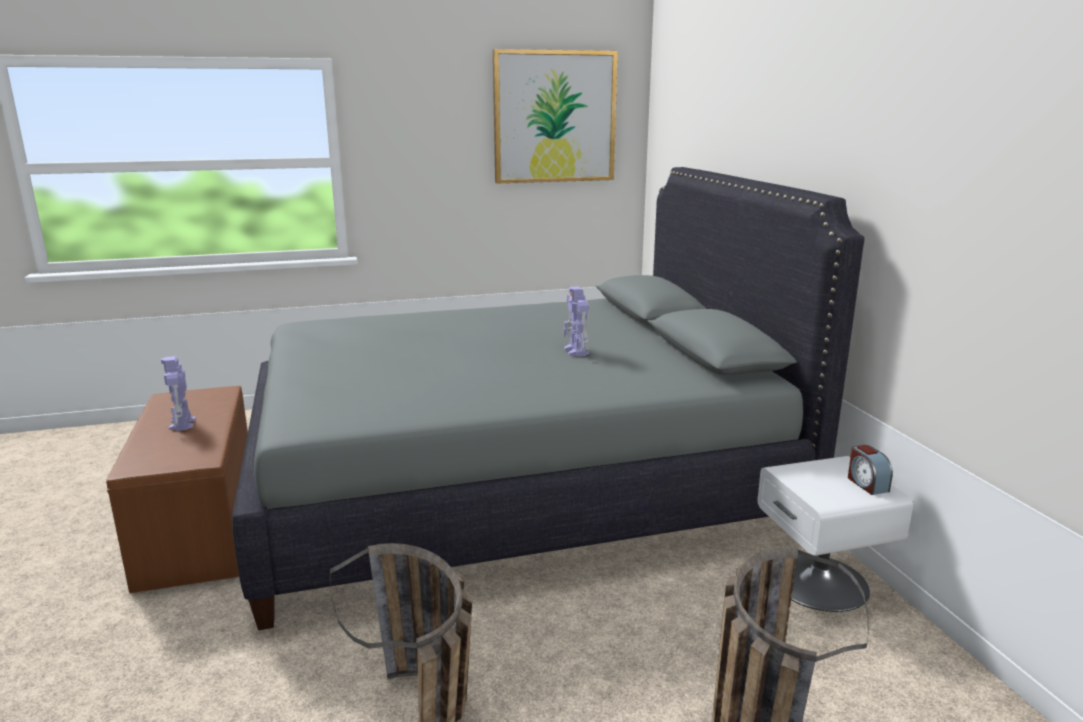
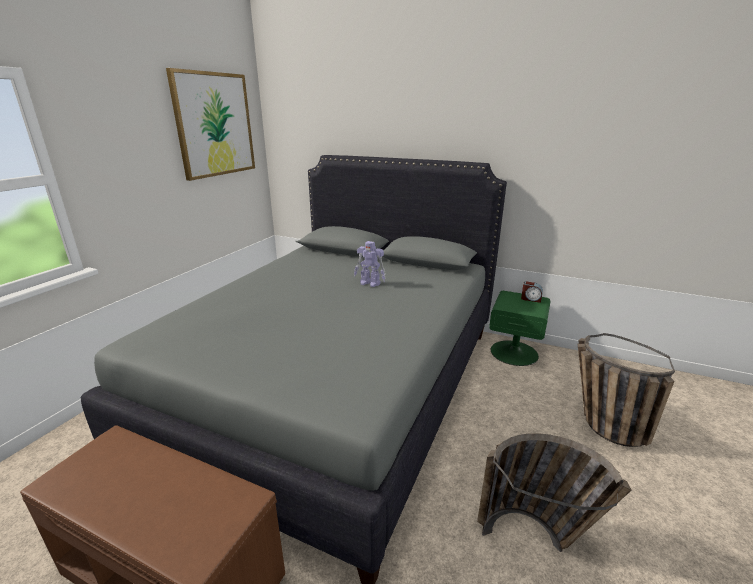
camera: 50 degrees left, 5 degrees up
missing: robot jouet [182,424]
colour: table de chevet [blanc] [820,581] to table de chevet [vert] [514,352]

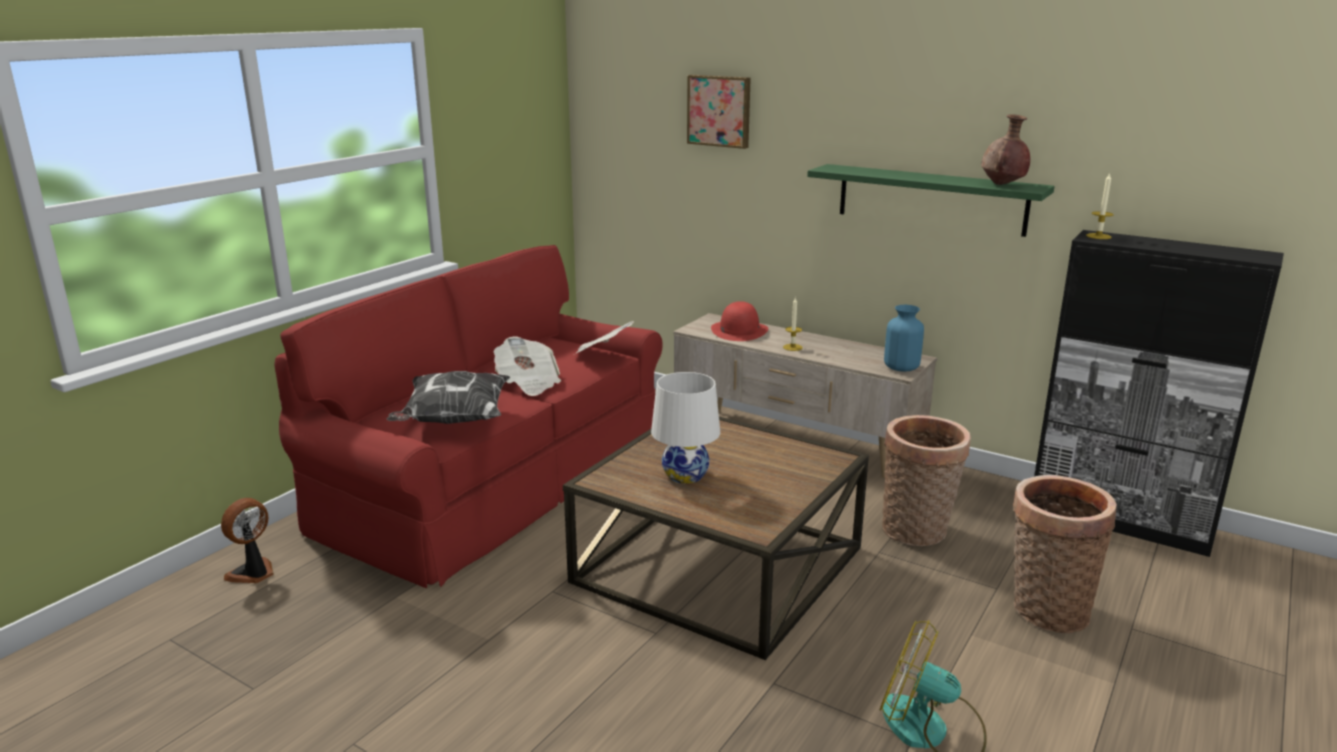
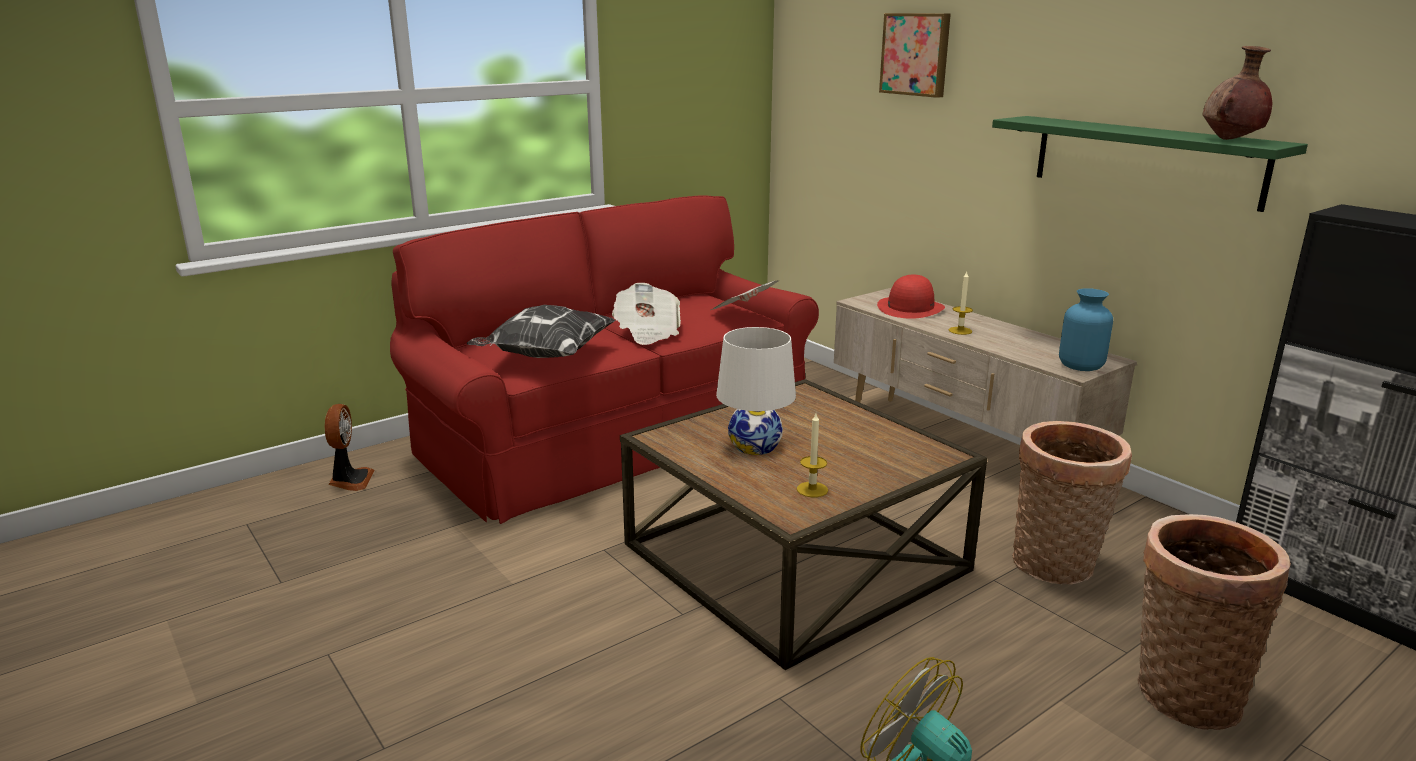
camera: 20 degrees right, 0 degrees up
relocated: bougie [1098,236] to [812,489]
spun: ventilateur [253,573] = [350,480] 120 degrees clockwise

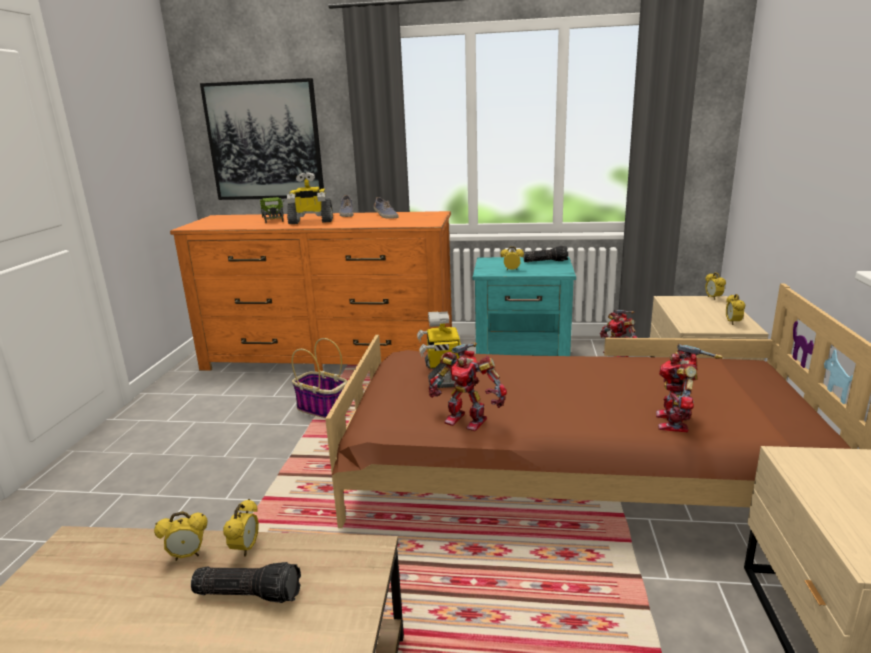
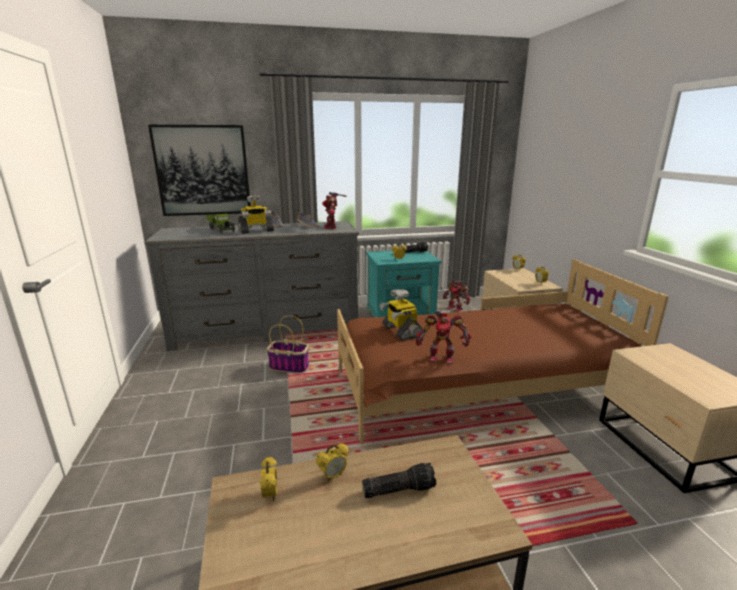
camera: 20 degrees left, 0 degrees up
relocated: robot jouet [675,422] to [331,227]; réveil [246,549] to [270,495]
colour: commode [orange] [330,356] to commode [gris] [267,329]

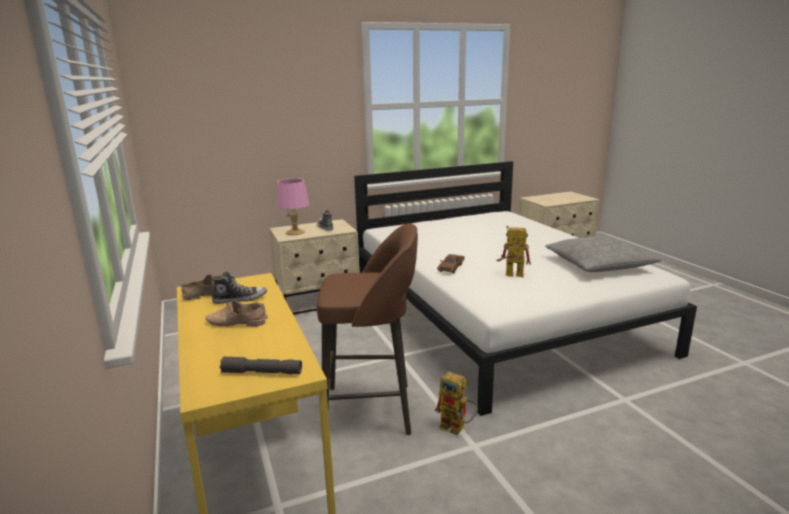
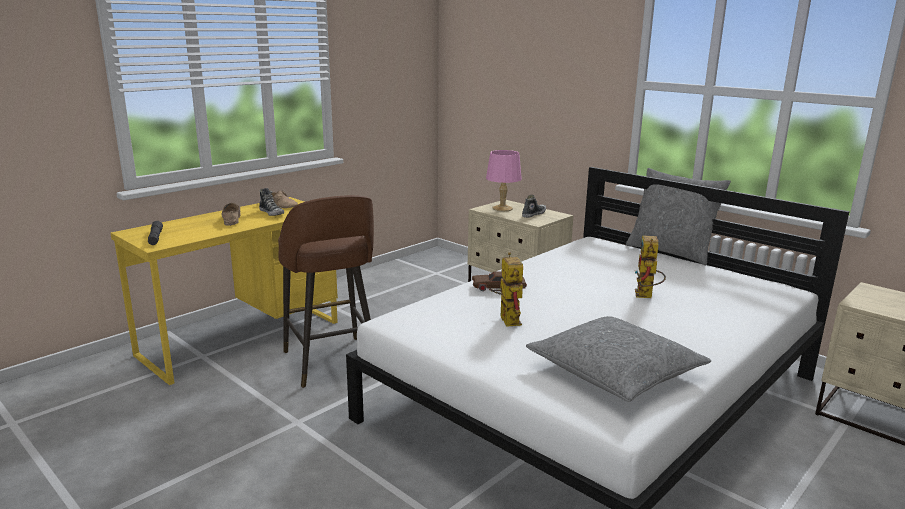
camera: 65 degrees right, 0 degrees up
appeared: coussin [gris] [670,252]
relocated: robot jouet [457,428] to [646,296]

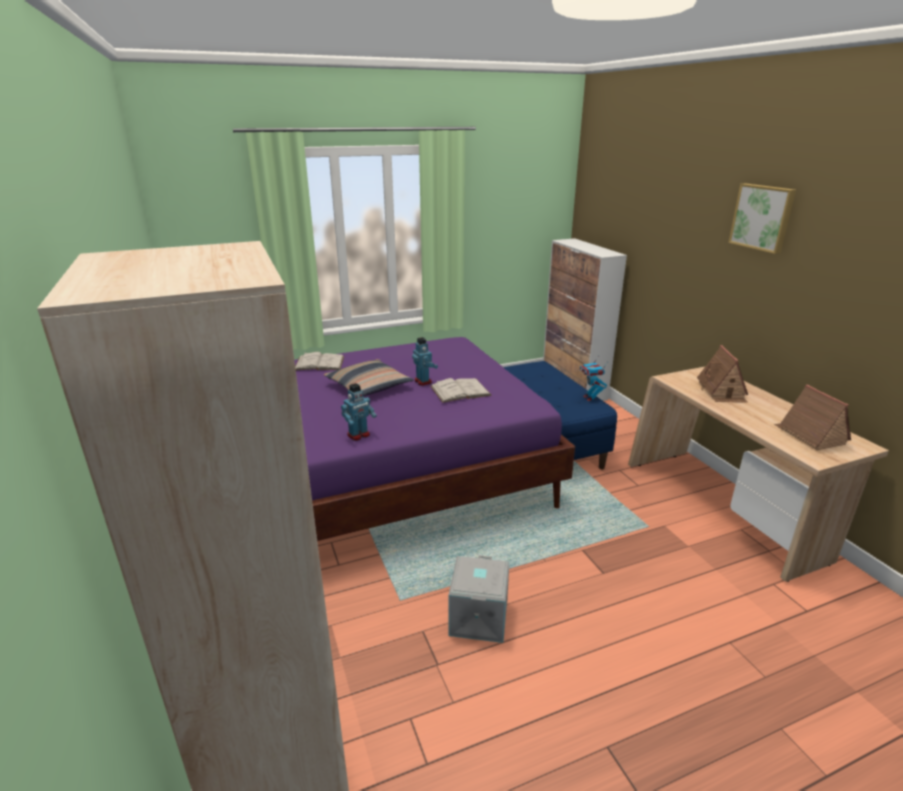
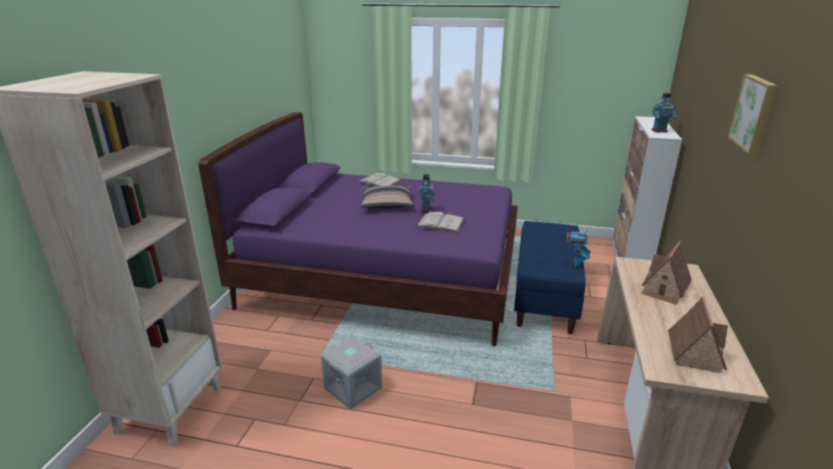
camera: 35 degrees right, 0 degrees up
relocated: robot jouet [359,435] to [659,131]

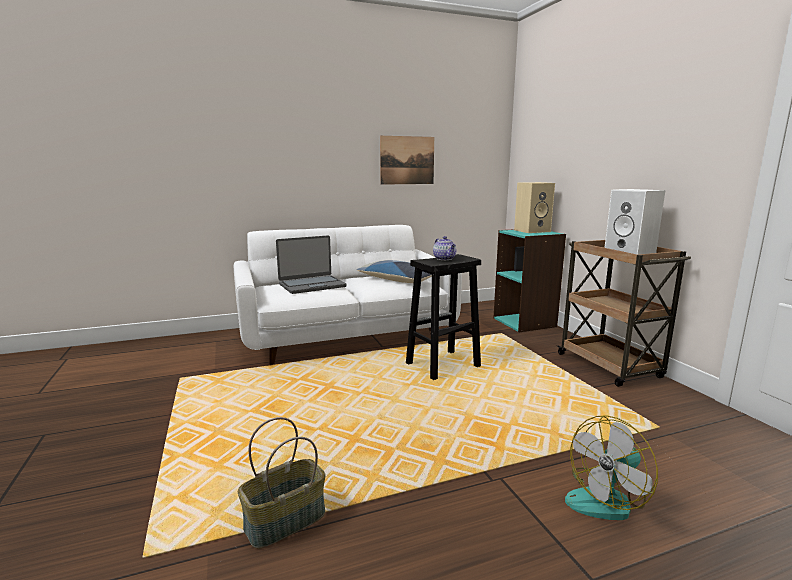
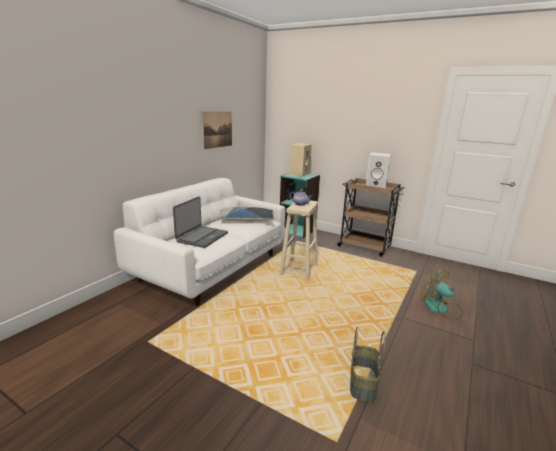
camera: 40 degrees left, 5 degrees up
colour: tabouret [noir] [442,365] to tabouret [beige] [298,270]
spun: ventilateur [607,499] = [441,309] 120 degrees clockwise

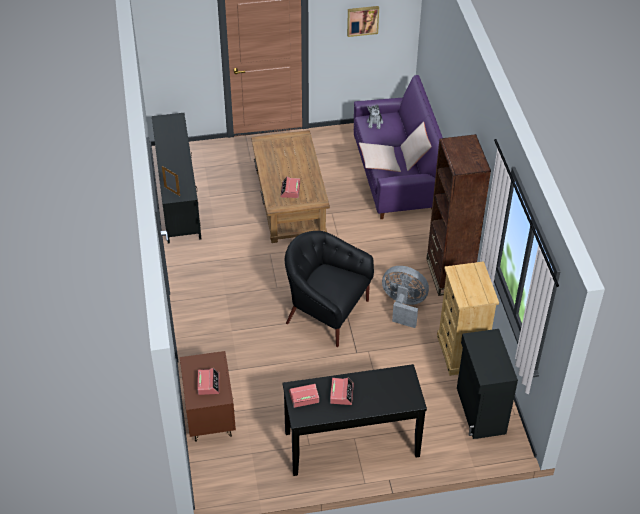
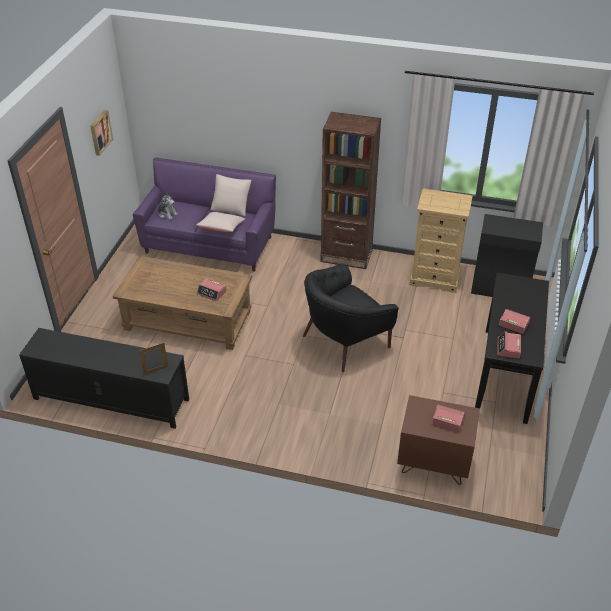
camera: 65 degrees left, 5 degrees down
missing: ventilateur [gris] [403,306]

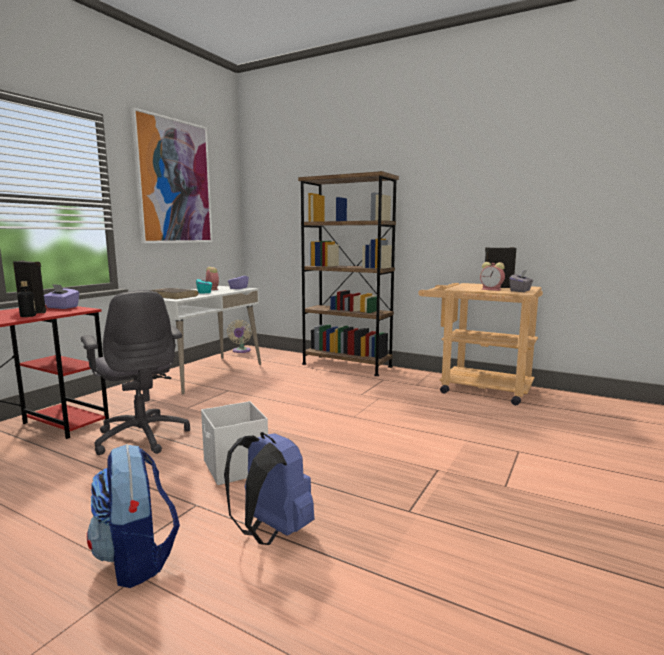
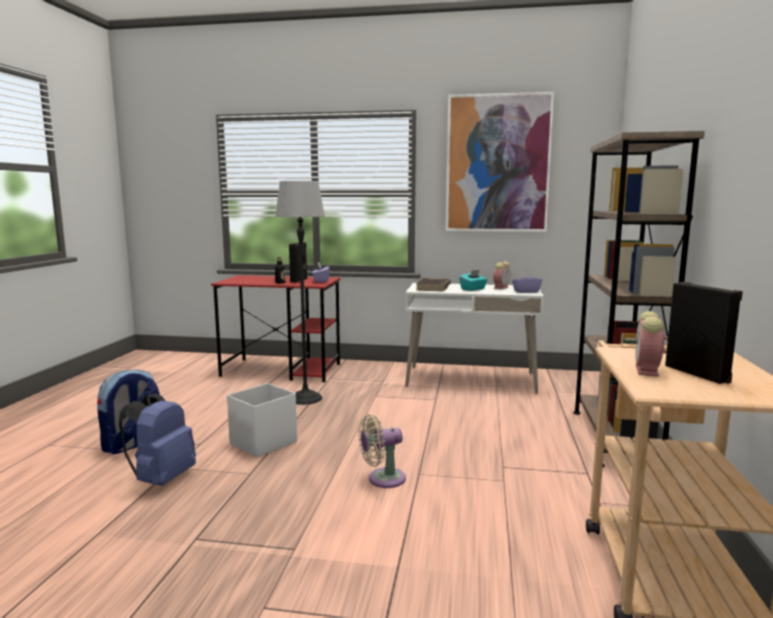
camera: 70 degrees right, 0 degrees up
missing: boîte à mouchoirs [gris] [520,291]
relocated: ventilateur [beige] [241,351] to [382,479]
exchanged: chaise de bureau [gris] [142,436] to lampadaire [305,398]

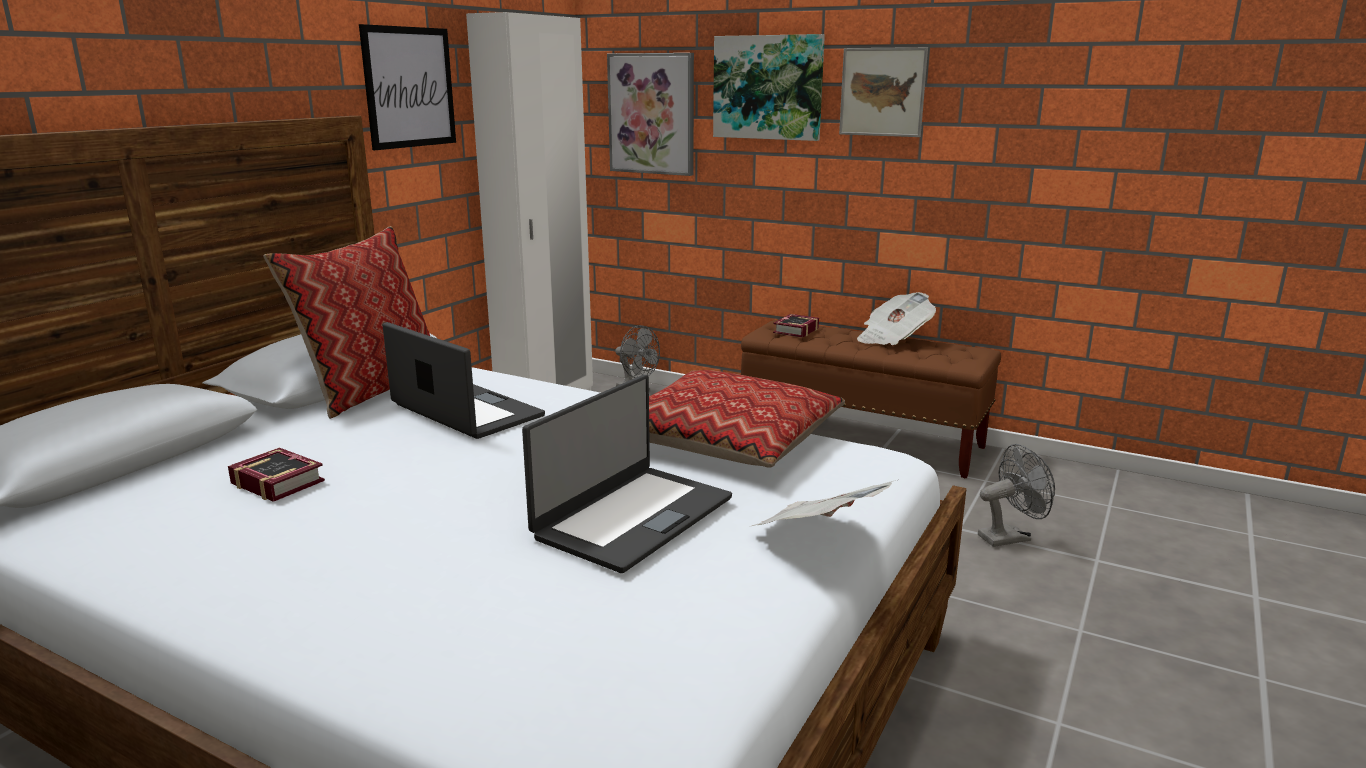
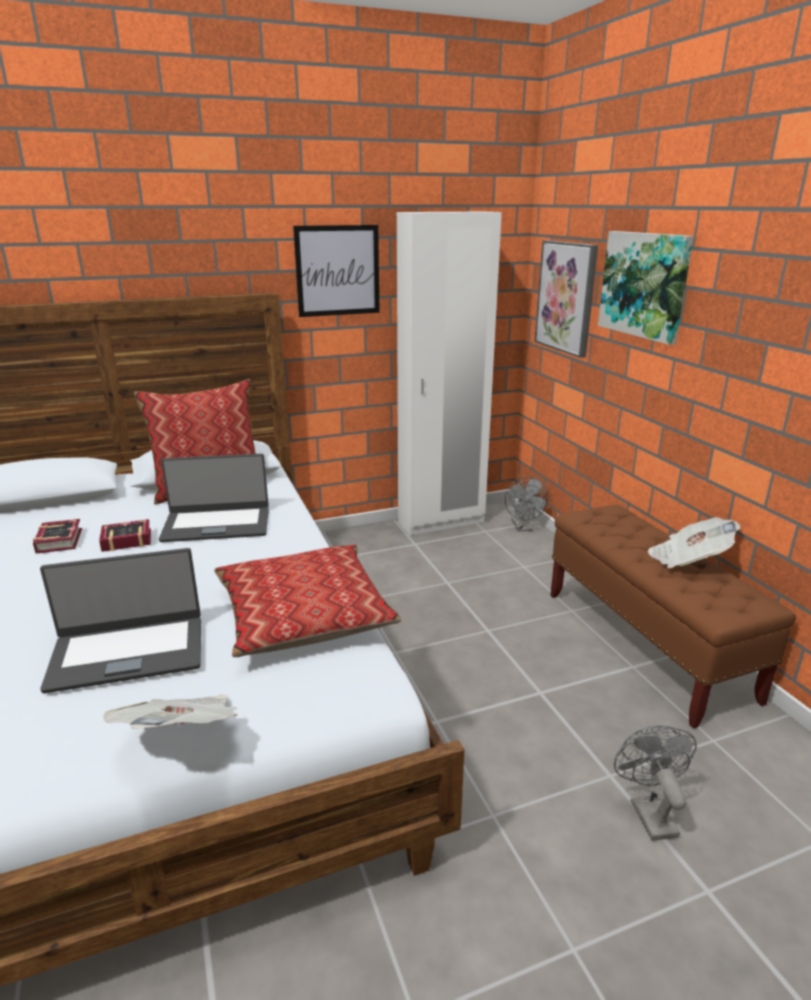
camera: 40 degrees right, 5 degrees up
missing: tableau [882,92]
relocated: livre [794,331] to [124,540]
spun: ordinateur portable [465,411] = [217,524] 90 degrees clockwise; ventilateur [gris] [1010,537] = [648,812] 120 degrees counterclockwise

